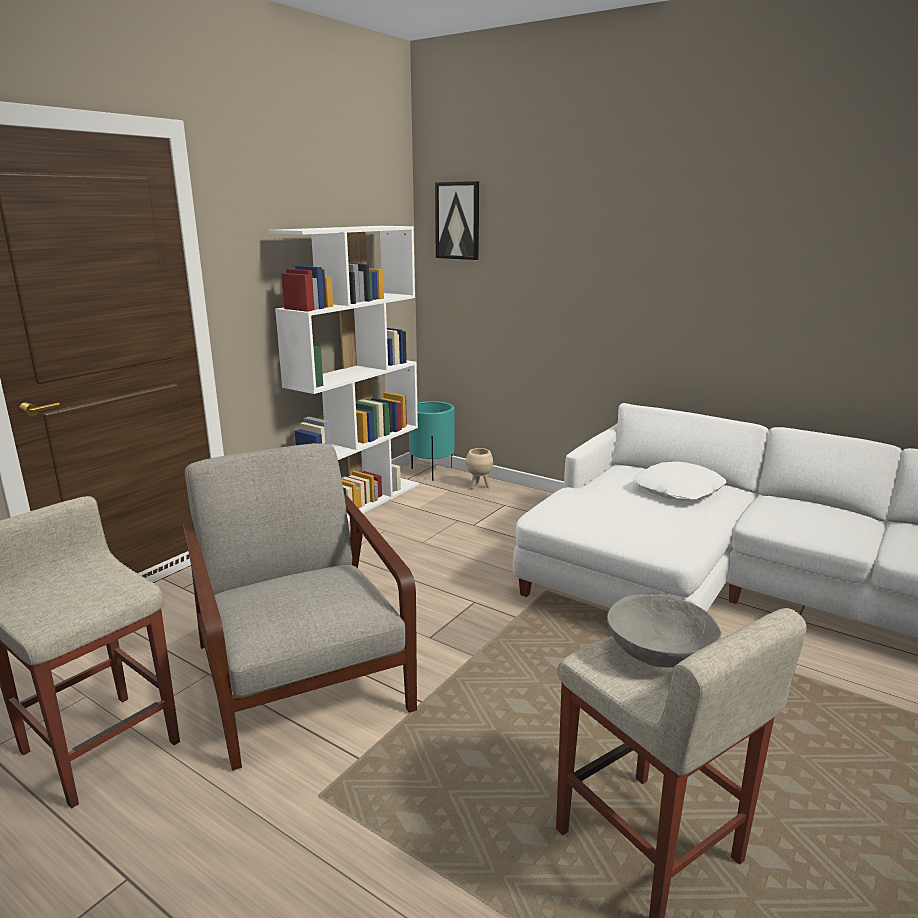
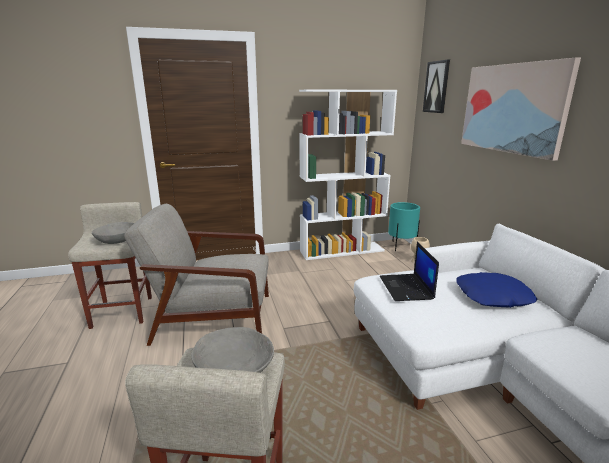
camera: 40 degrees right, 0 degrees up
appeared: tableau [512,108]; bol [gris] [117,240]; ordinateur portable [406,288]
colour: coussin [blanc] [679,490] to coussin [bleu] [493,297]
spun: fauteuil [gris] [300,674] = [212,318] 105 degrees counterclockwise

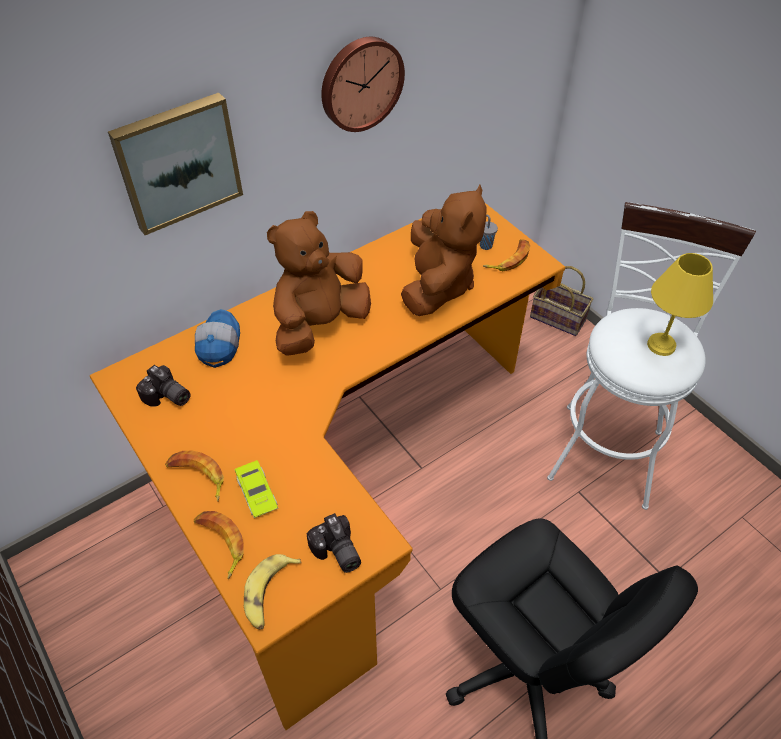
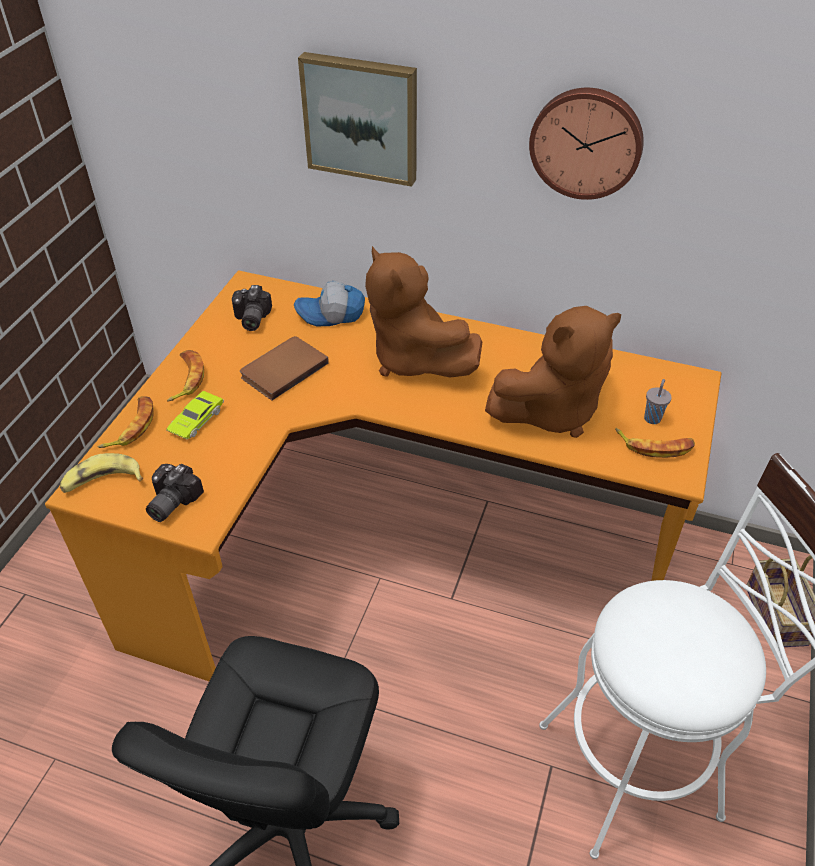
camera: 55 degrees right, 5 degrees down
missing: lampe de table [jaune] [662,345]
appeared: livre [marron] [282,369]
spun: peluche [marron] [319,324] = [414,359] 135 degrees counterclockwise; casquette [218,344] = [331,314] 150 degrees counterclockwise

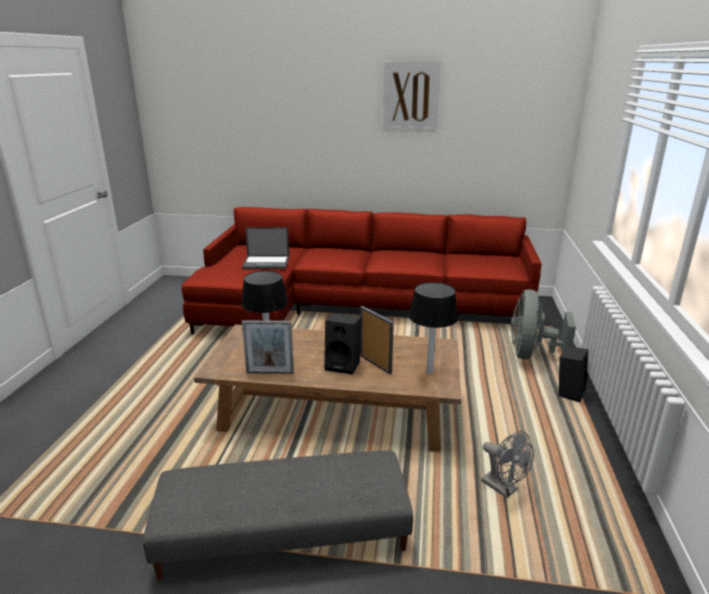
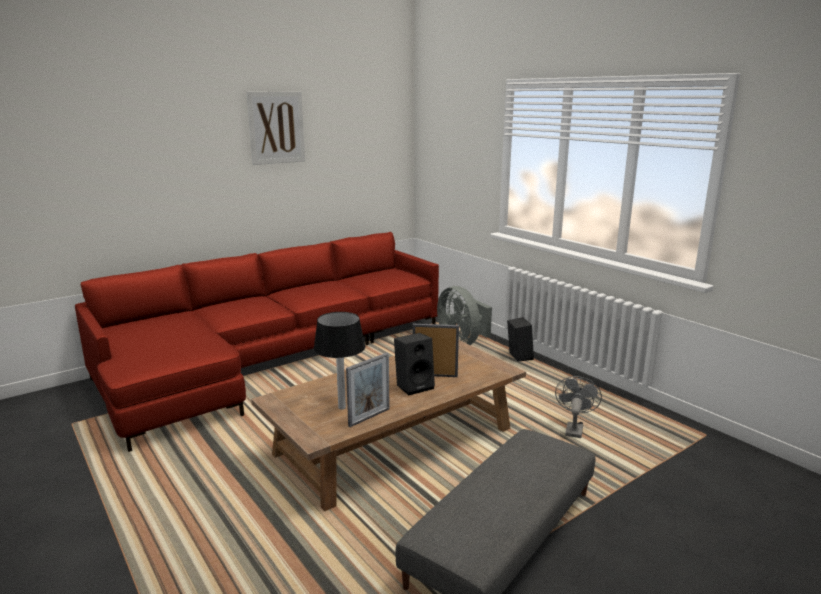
camera: 45 degrees left, 5 degrees down
missing: ordinateur portable [267,262]; lampe de table [429,372]
spun: ventilateur [gris] [504,489] = [574,428] 75 degrees counterclockwise

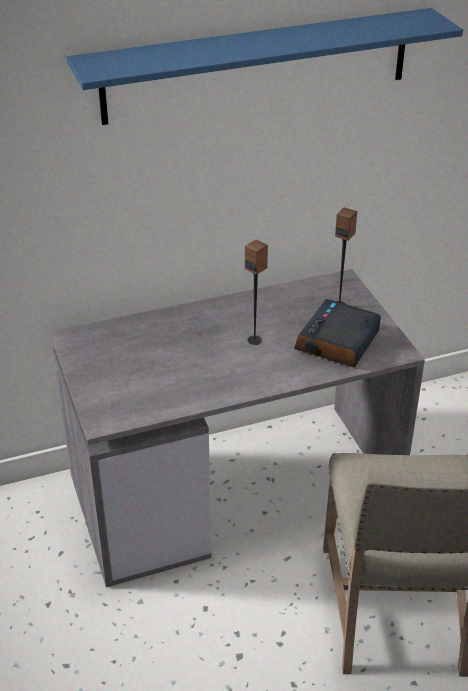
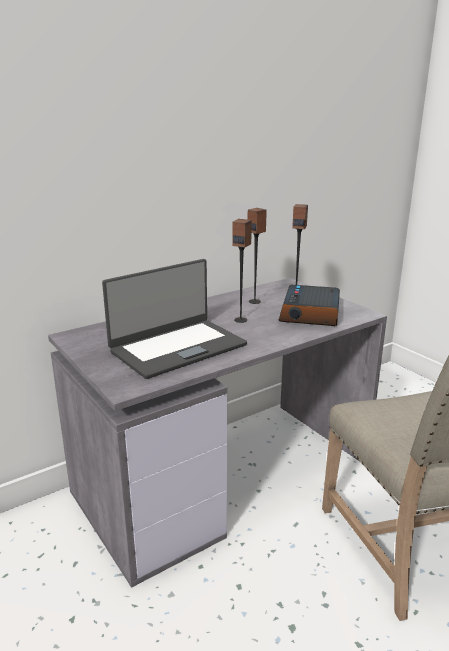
camera: 15 degrees left, 15 degrees down
missing: étagère [bleu] [257,66]
appeared: enceinte [255,301]; ordinateur portable [177,347]

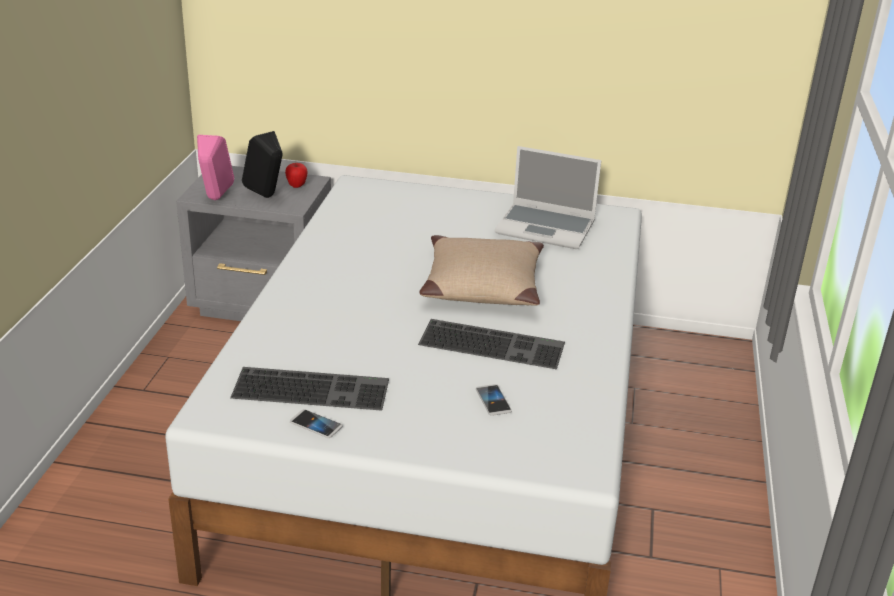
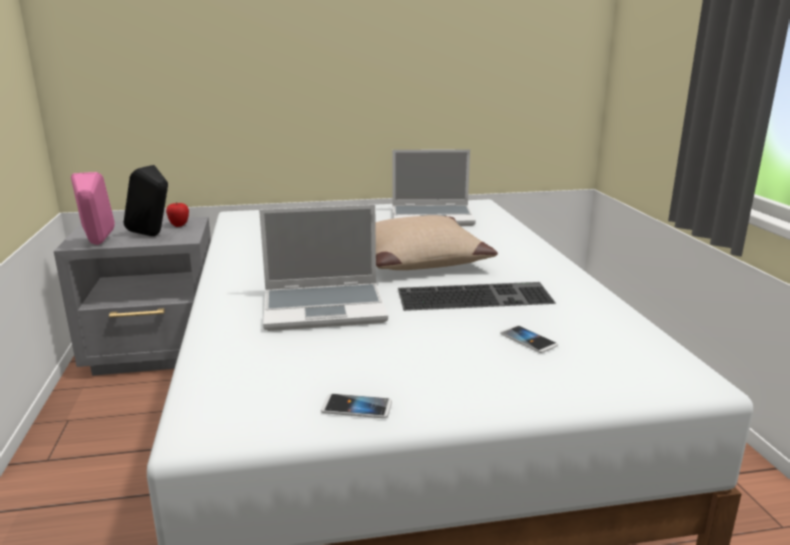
camera: 20 degrees left, 10 degrees down
missing: clavier [313,388]
appeared: ordinateur portable [325,308]

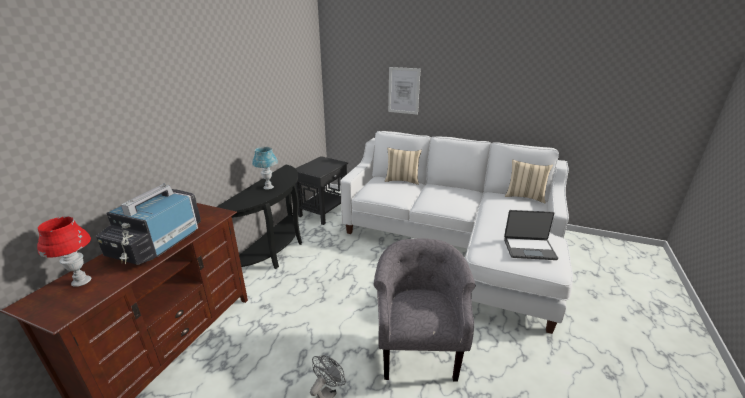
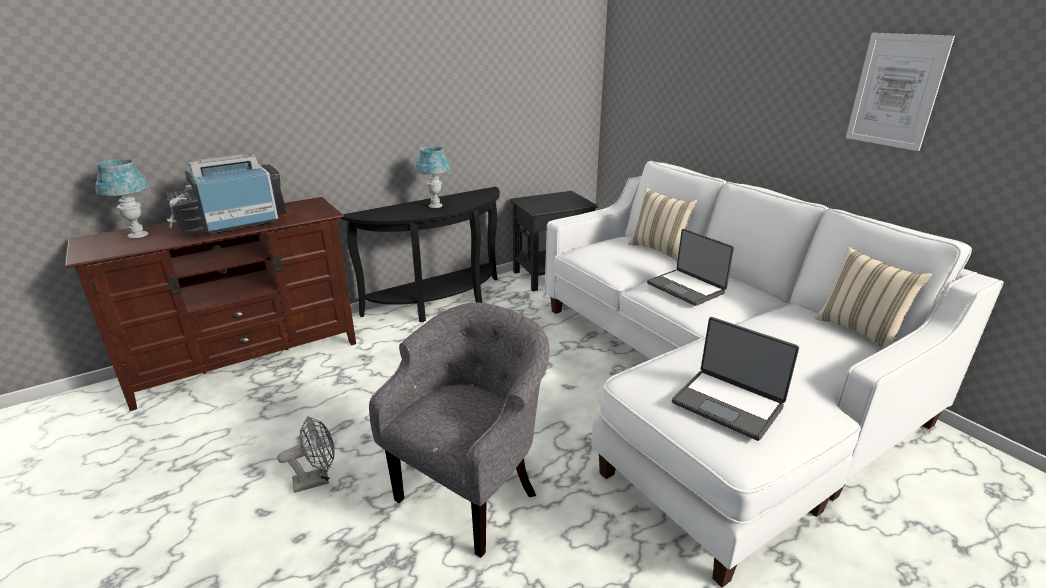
camera: 35 degrees right, 0 degrees up
appeared: ordinateur portable [686,288]
relocated: tableau [403,90] to [896,91]
colour: lampe de table [rouge] [81,281] to lampe de table [bleu] [138,235]

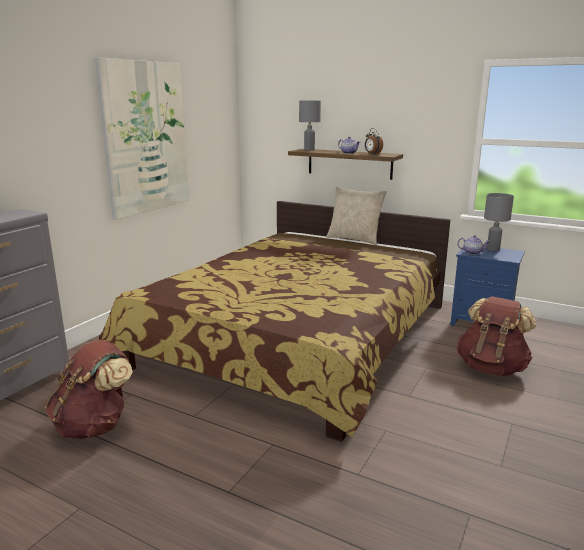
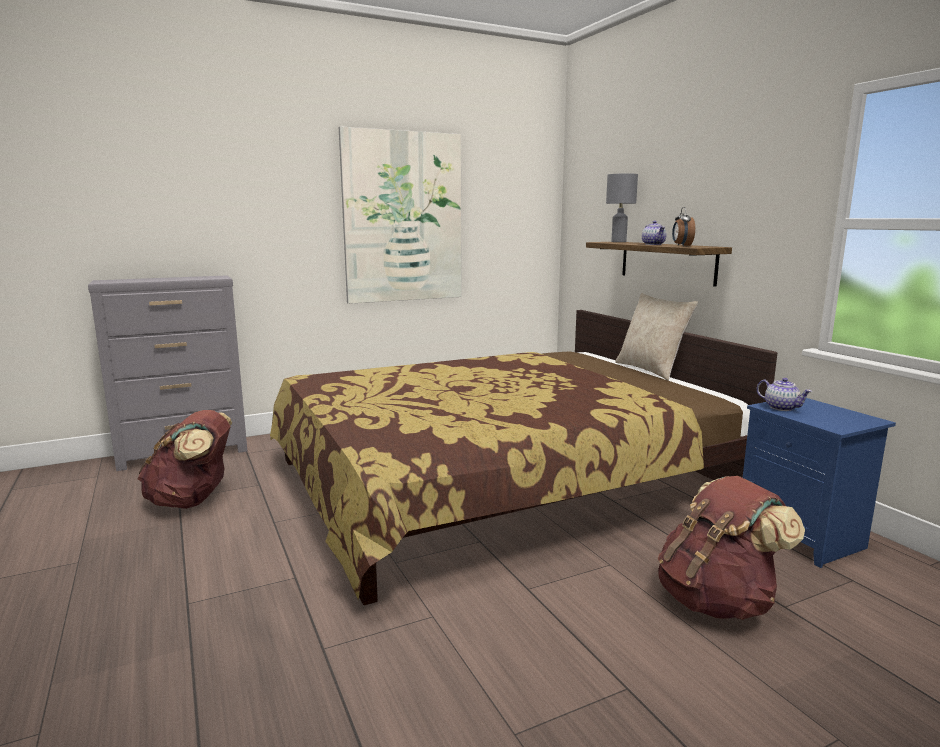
camera: 35 degrees right, 5 degrees down
missing: lampe de table [gris] [493,249]

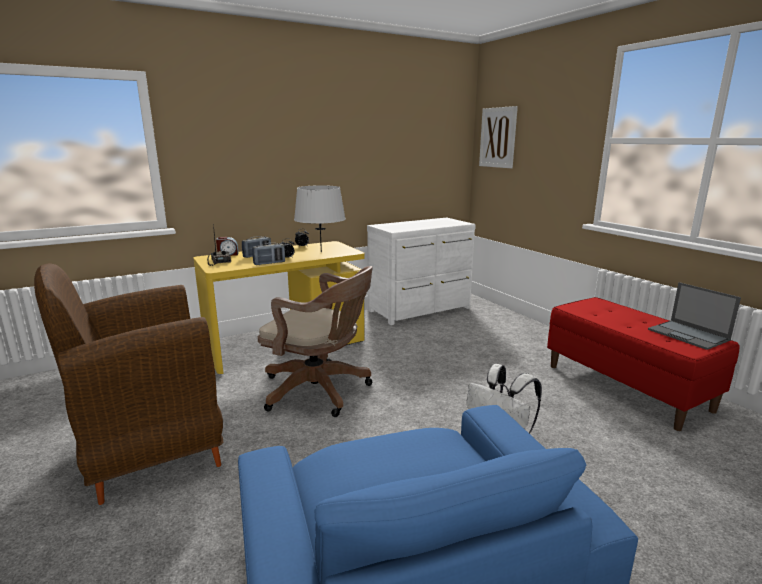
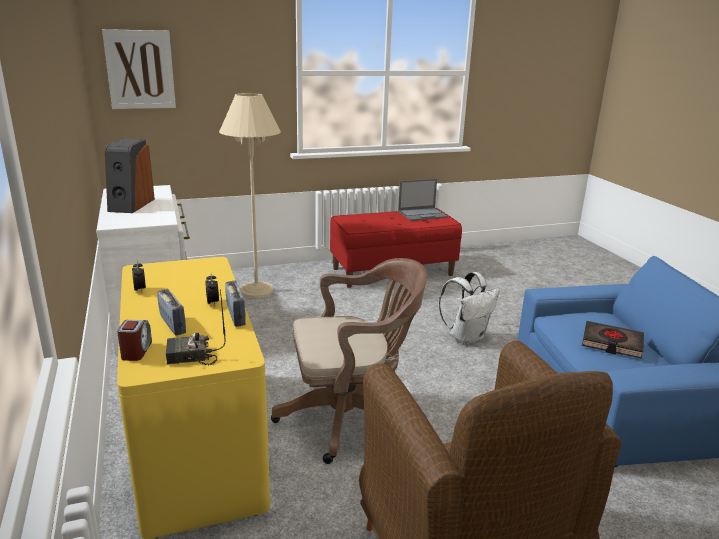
camera: 80 degrees left, 5 degrees up
missing: lampe de table [gris] [321,252]
appeared: lampadaire [beige] [256,290]; enceinte [130,205]; livre [noir] [611,343]
spun: chaise de bureau [marron] [320,391] = [351,417] 45 degrees clockwise

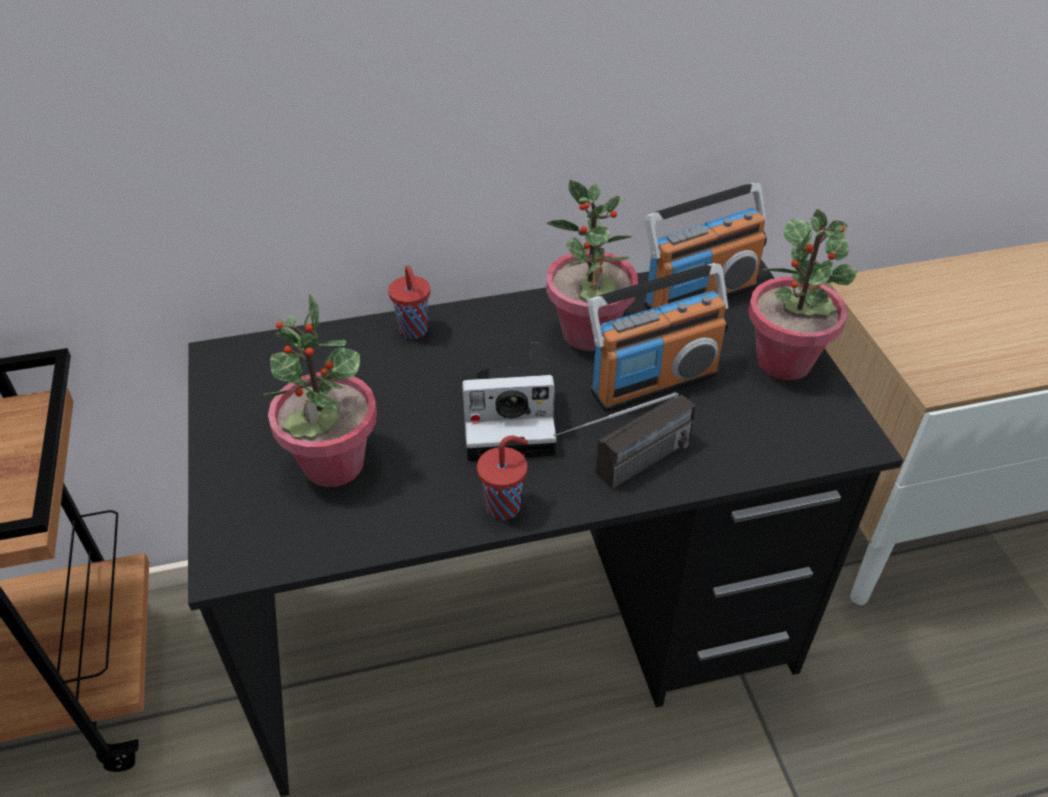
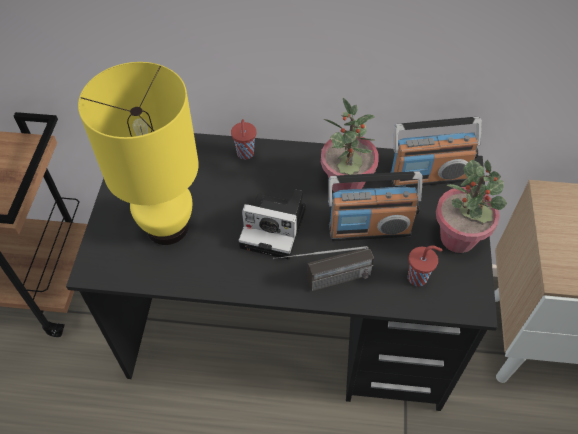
camera: 20 degrees right, 10 degrees up
relocated: tasse [rouge] [505,506] to [418,278]
exchanged: plante en pot [333,464] to lampe de table [jaune] [167,228]

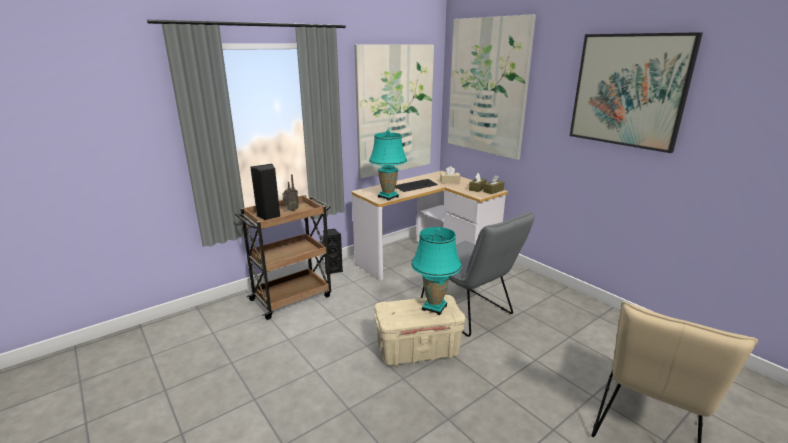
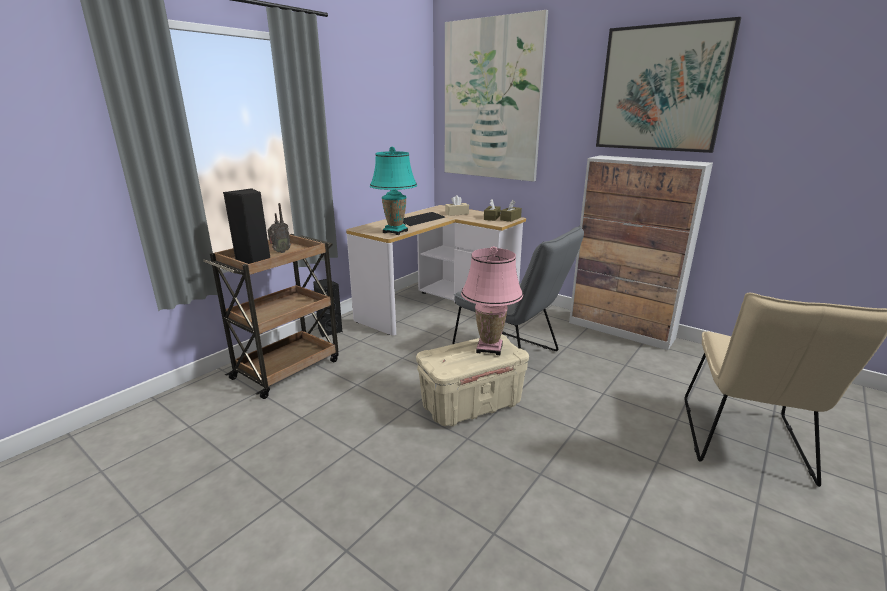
camera: 15 degrees left, 0 degrees up
missing: tableau [395,110]
appeared: meuble de rangement [621,330]
colour: lampe de table [turquoise] [434,307] to lampe de table [rose] [489,348]

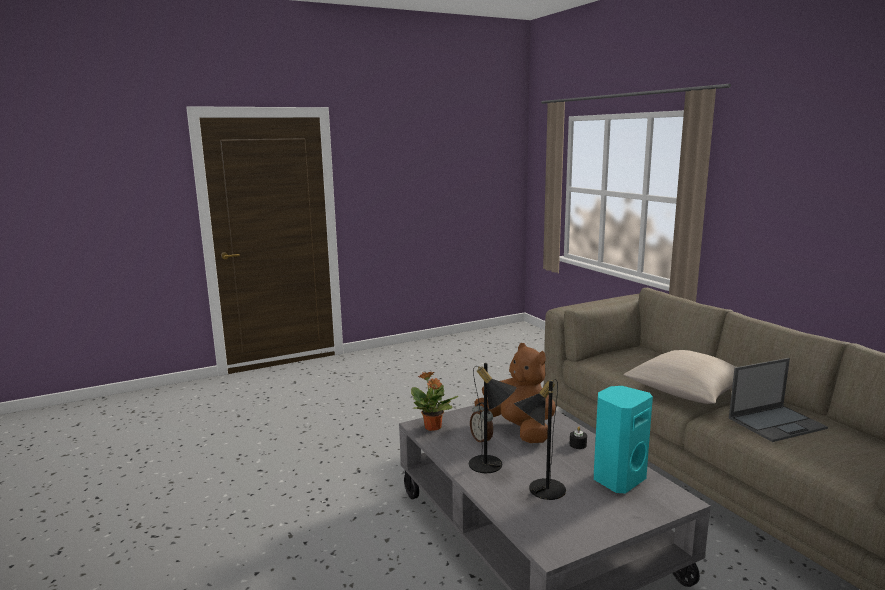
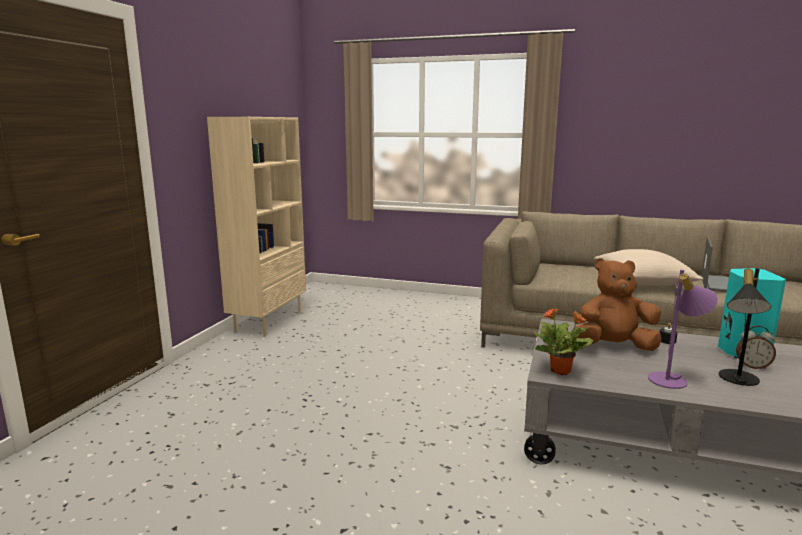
camera: 45 degrees left, 0 degrees up
appeared: bibliothèque [beige] [268,321]
relocated: réveil [482,440] to [752,366]
colour: lampe de table [noir] [491,466] to lampe de table [violet] [674,380]

